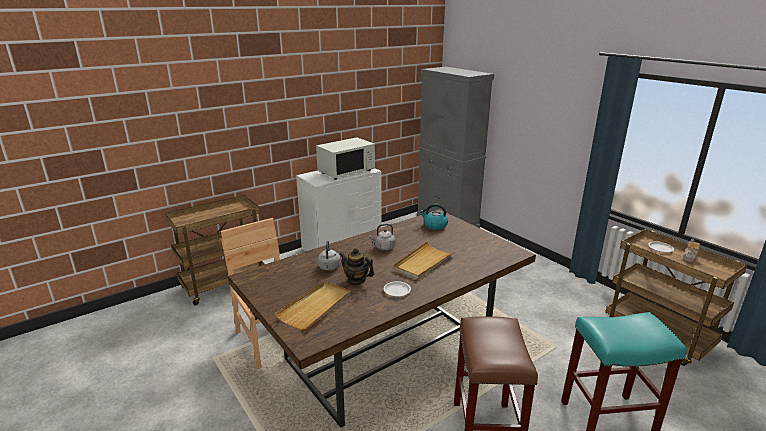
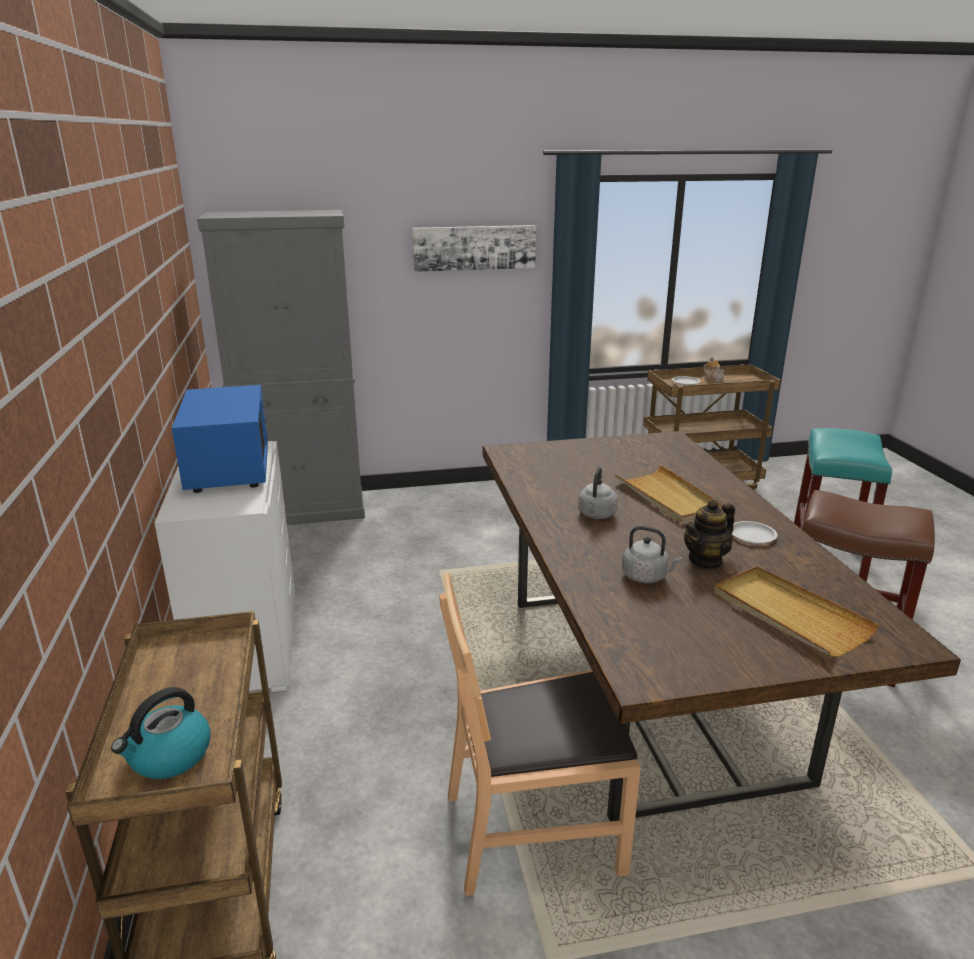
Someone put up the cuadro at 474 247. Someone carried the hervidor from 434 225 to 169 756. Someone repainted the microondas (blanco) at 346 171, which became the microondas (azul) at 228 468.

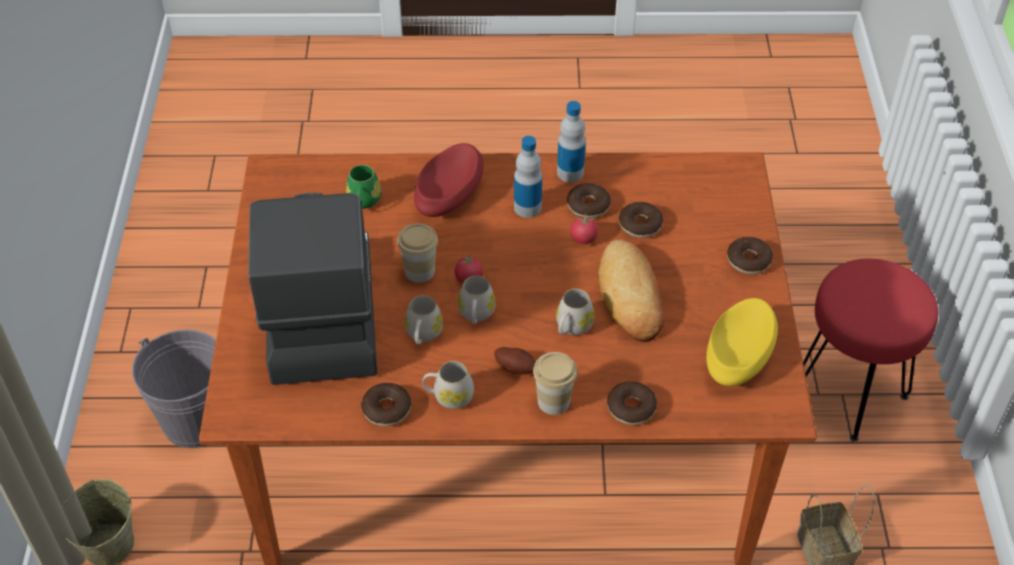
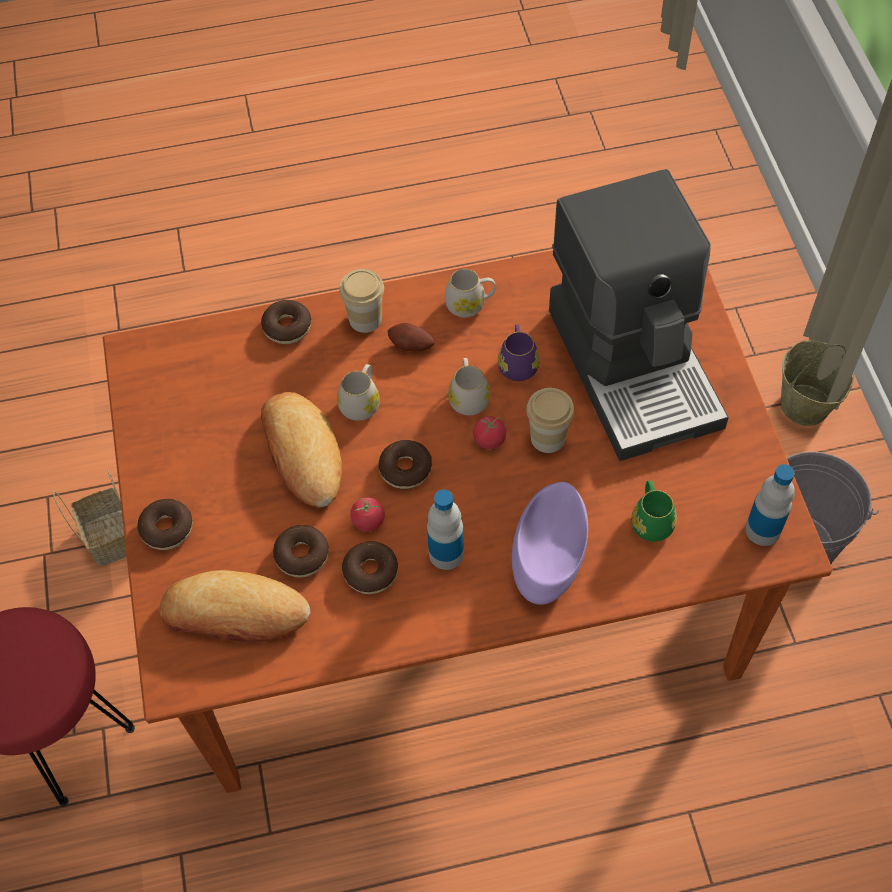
Someone took away the cuenco (amarillo) at 739 356. Someone put down the pan at 235 613. Someone carried the rosquilla from 386 409 to 405 469. Someone carried the botella from 570 172 to 762 530. Someone repainted the taza grande (blanco) at 423 334, which became the taza grande (morado) at 517 363. Someone repainted the cuenco (rojo) at 449 195, which became the cuenco (morado) at 548 553.

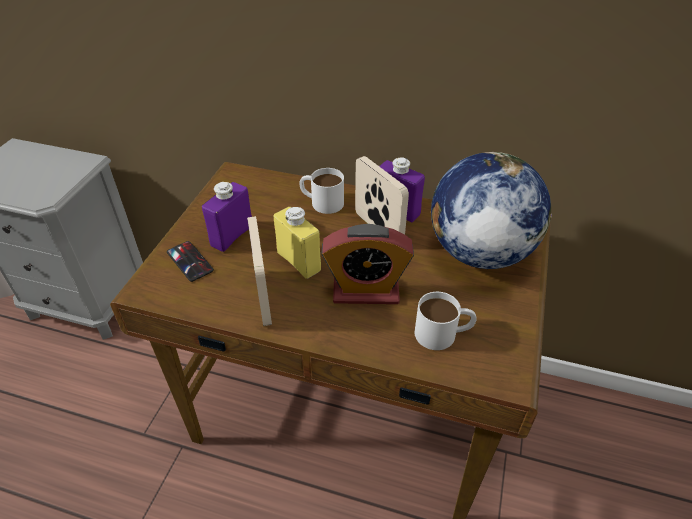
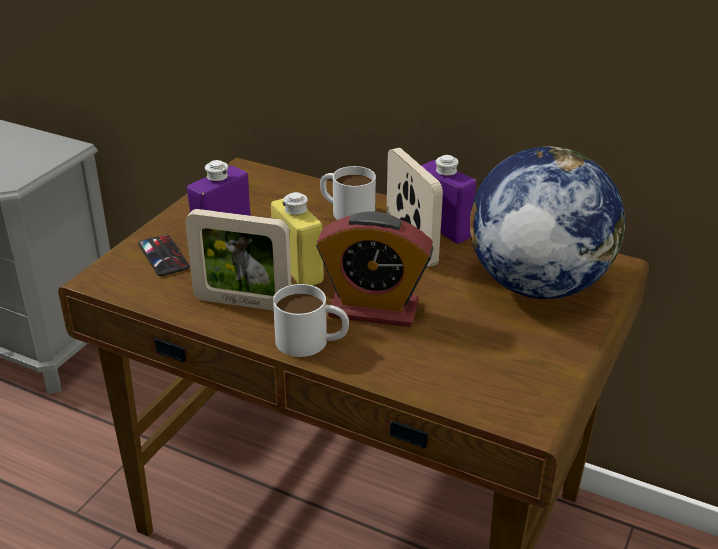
Someone carried the taza grande (blanco) from 443 333 to 312 341. Someone rotated the portarretratos at 263 298 by 105 degrees clockwise.

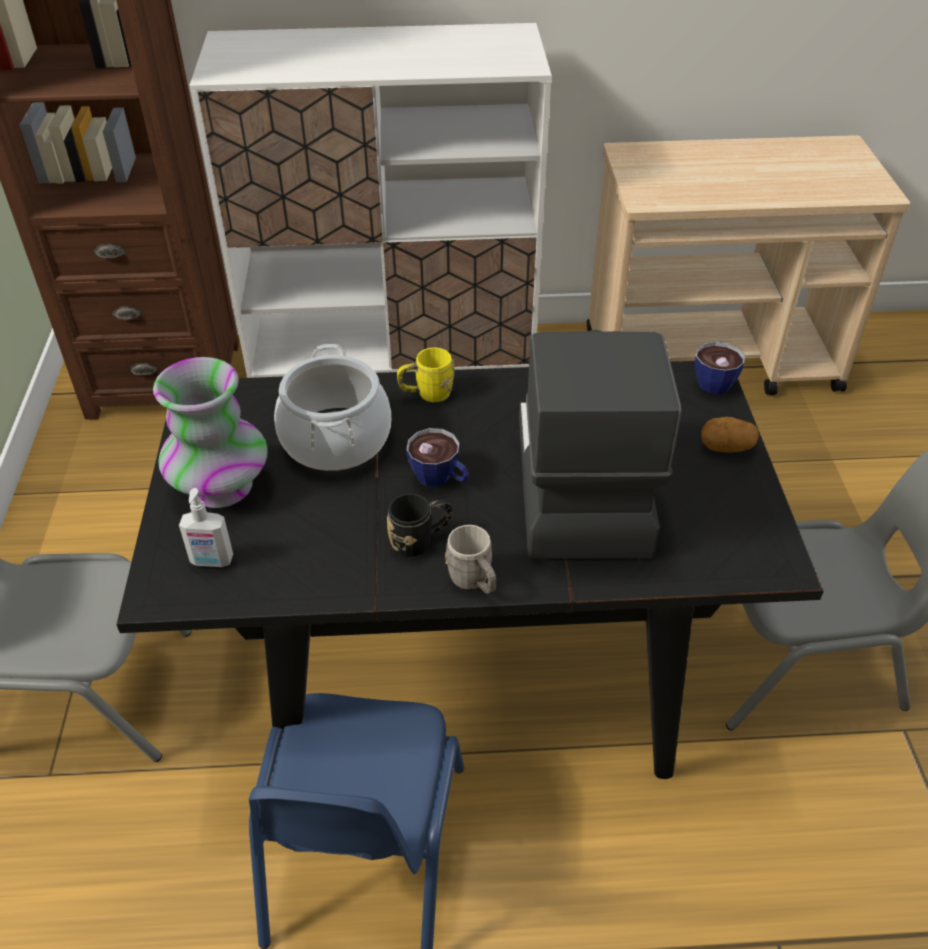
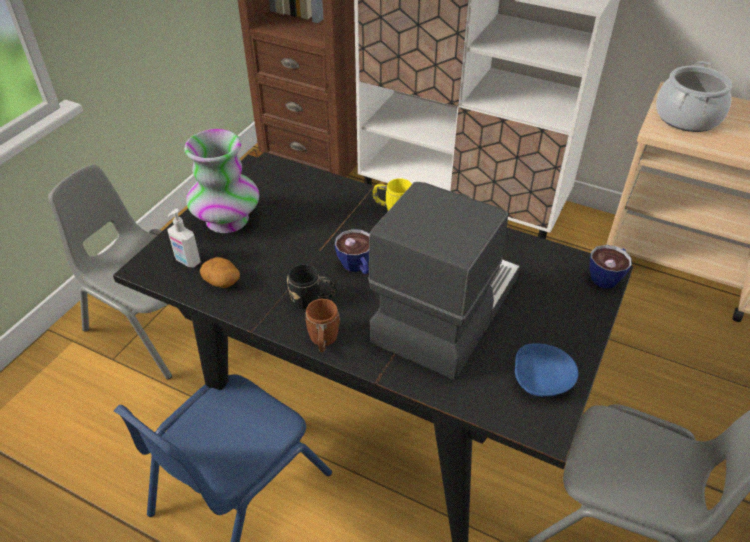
Someone put down the cuenco (azul) at 541 379. Someone carried the olla from 336 440 to 687 117. Someone carried the patata from 727 446 to 222 281. Someone repainted the taza grande (gris) at 474 582, which became the taza grande (marrón) at 323 341.

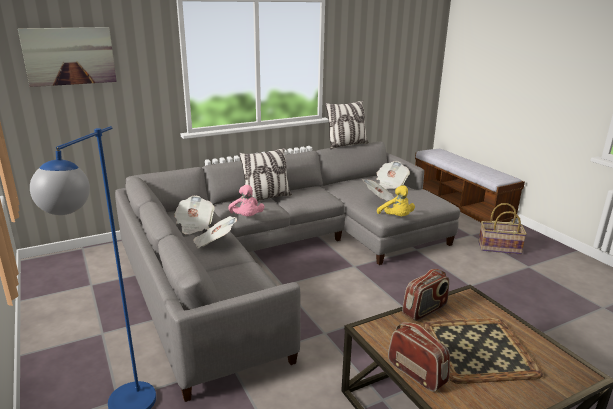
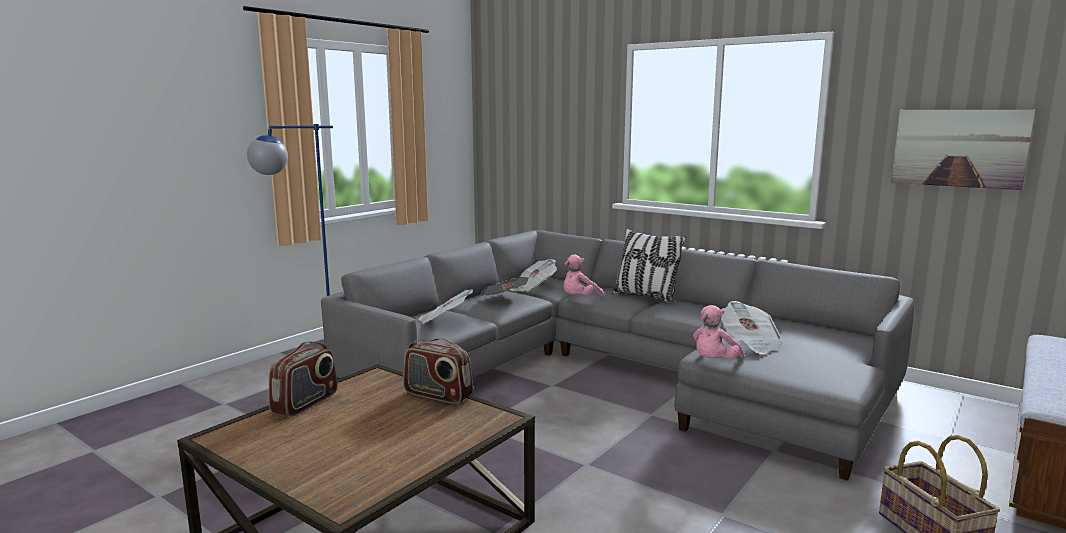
Someone took away the cojín at 346 145. Someone took away the bandeja at 478 349. Someone carried the cuadro from 69 56 to 958 148. Someone carried the periódico from 390 184 to 444 321. Someone repainted the peluche (amarillo) at 396 217, which became the peluche (rosa) at 714 362.

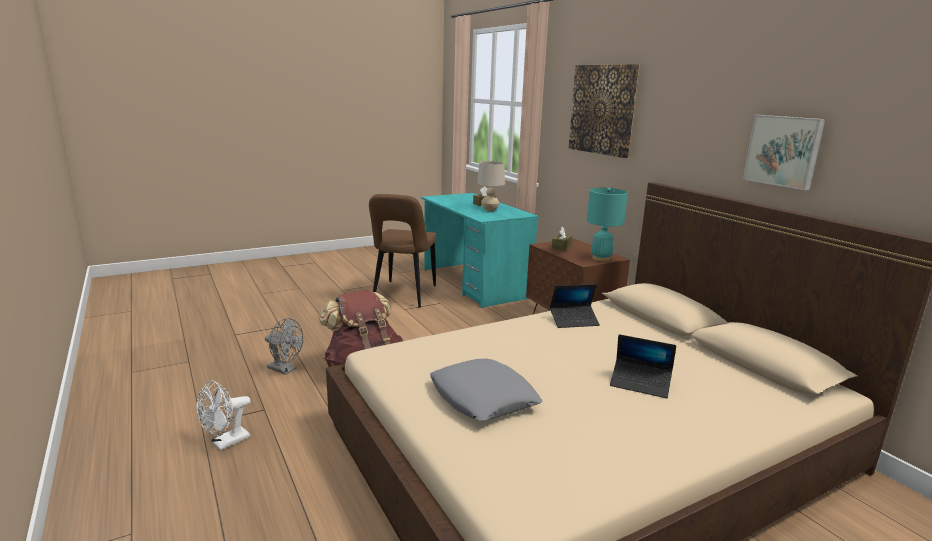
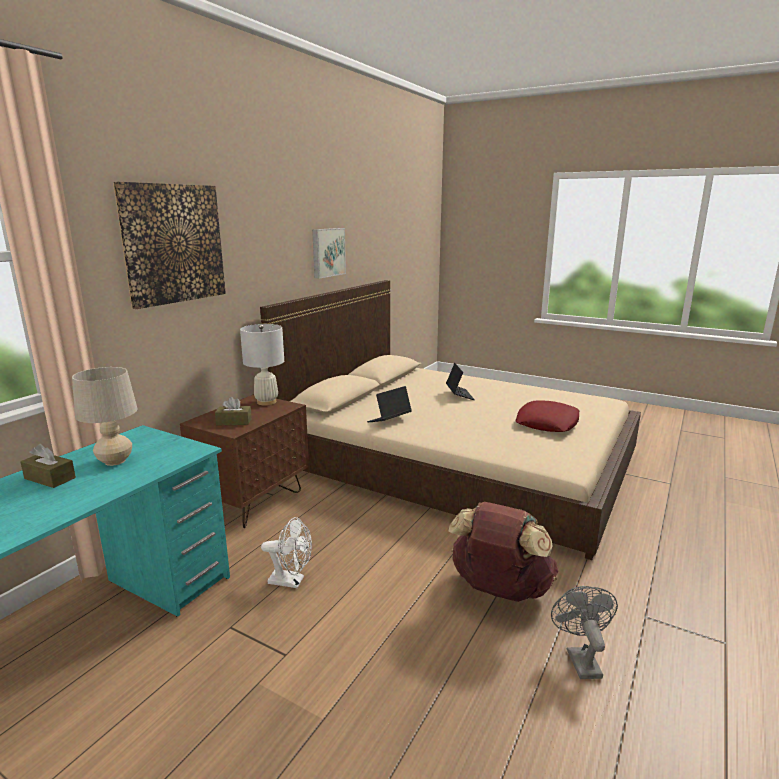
Someone took away the silla (marrón) at 403 296. Someone carried the ventilador (blanco) from 226 443 to 291 581. Someone repainted the cojín (gris) at 483 397, which became the cojín (rojo) at 547 423. Someone repainted the lámpara de mesa (turquesa) at 601 258, which became the lámpara de mesa (blanco) at 266 402. Someone rotated the portátil at 574 321 by 90 degrees counterclockwise.

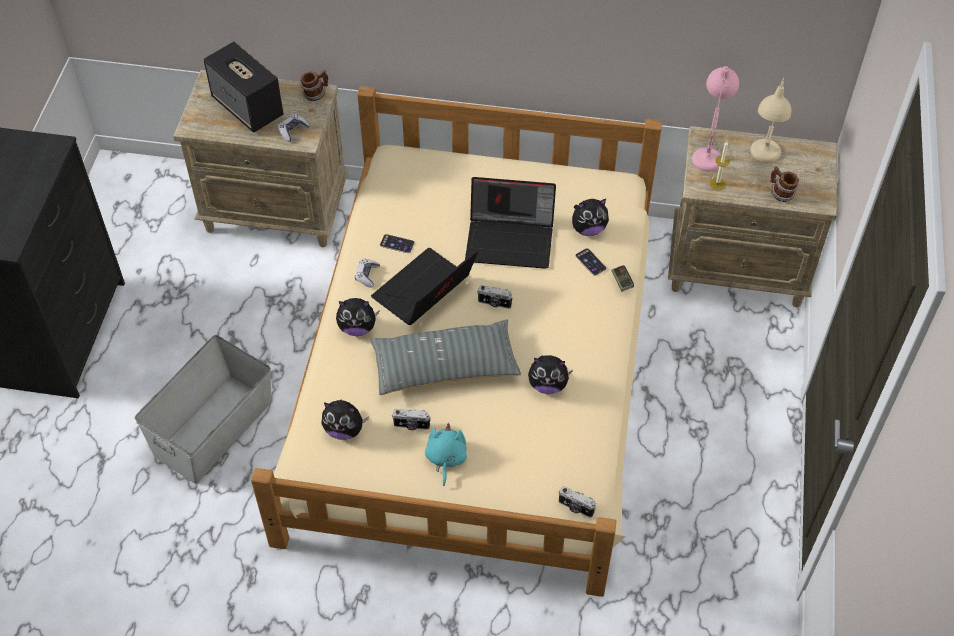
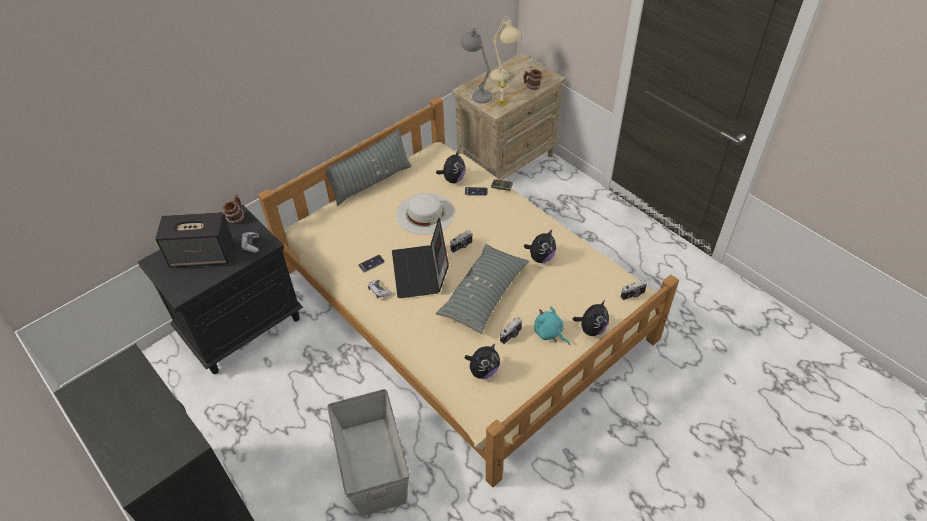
Someone put down the cojín (gris) at 371 182. Someone carried the peluche from 357 327 to 591 329. Someone swapped the portátil at 511 239 for the sombrero (blanco) at 425 213. Someone repainted the mesita de noche (beis) at 277 209, which became the mesita de noche (negro) at 242 326. Someone repainted the lámpara de mesa (rosa) at 709 151, which became the lámpara de mesa (gris) at 477 93.

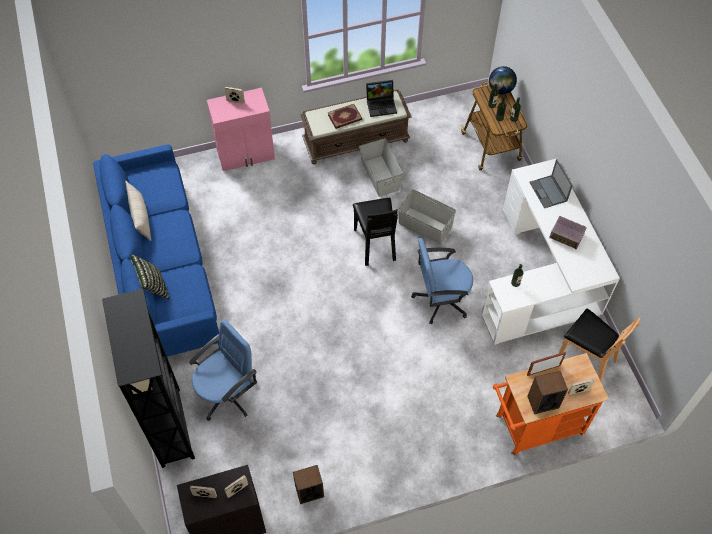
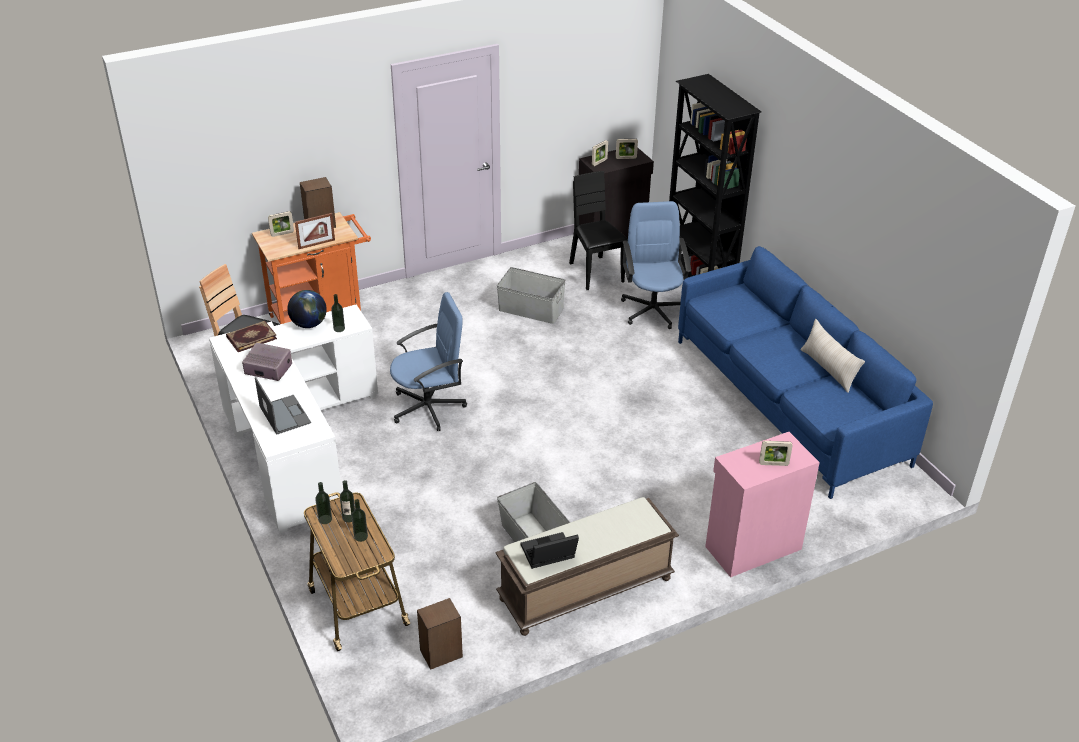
Someone took away the cojín at 153 286. Someone carried the altavoz from 309 491 to 441 653. Someone carried the libro from 345 117 to 251 337. Someone carried the silla (negro) from 375 244 to 595 273. Someone carried the caja de almacenaje (gris) from 425 226 to 530 309. Someone carried the globo terráqueo from 500 90 to 309 324. Someone rotated the silla de oficina (azul) at 227 393 by 135 degrees clockwise.

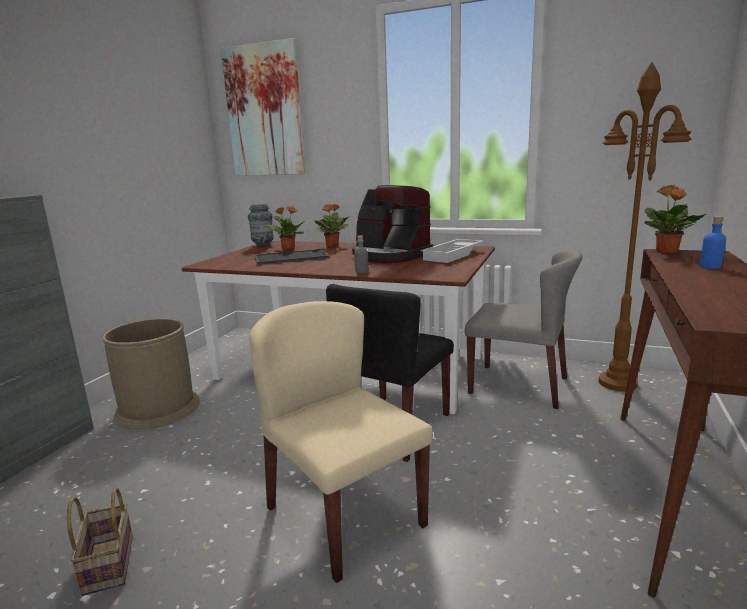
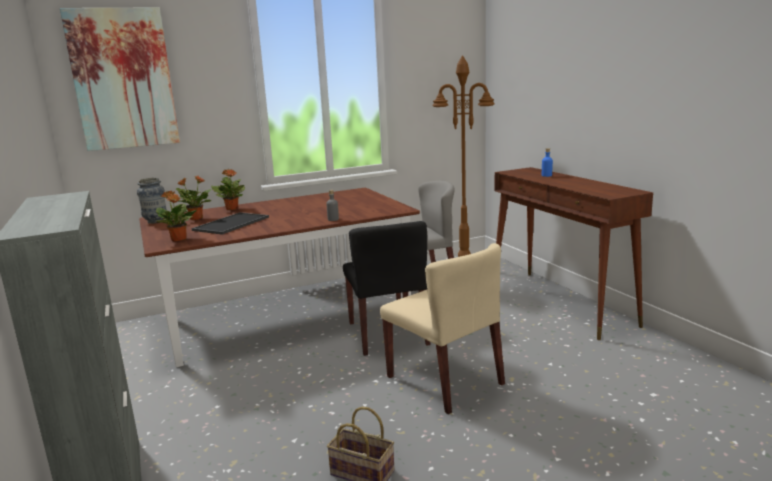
Someone took away the papelera (marrón) at 158 408. Someone took away the cafetera at 390 255. Someone took away the bandeja (blanco) at 453 255. Someone carried the planta en maceta from 666 252 to 179 239. Someone rotated the silla (beis) at 344 515 by 135 degrees counterclockwise.

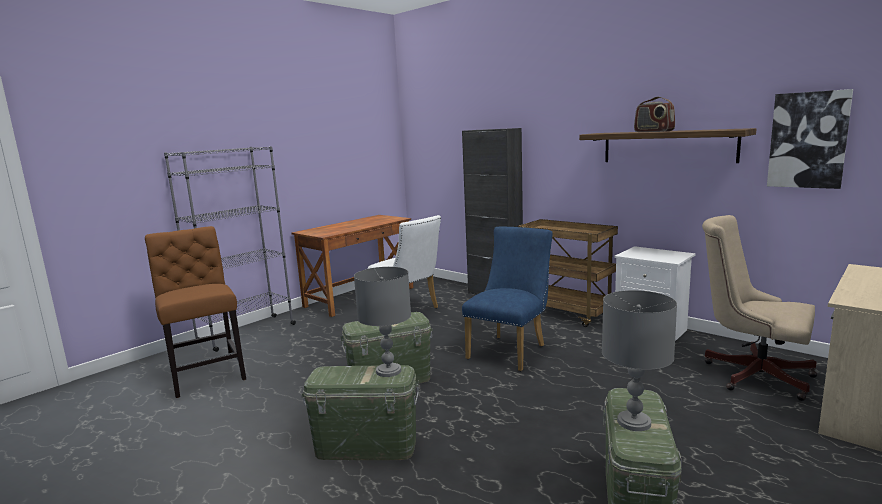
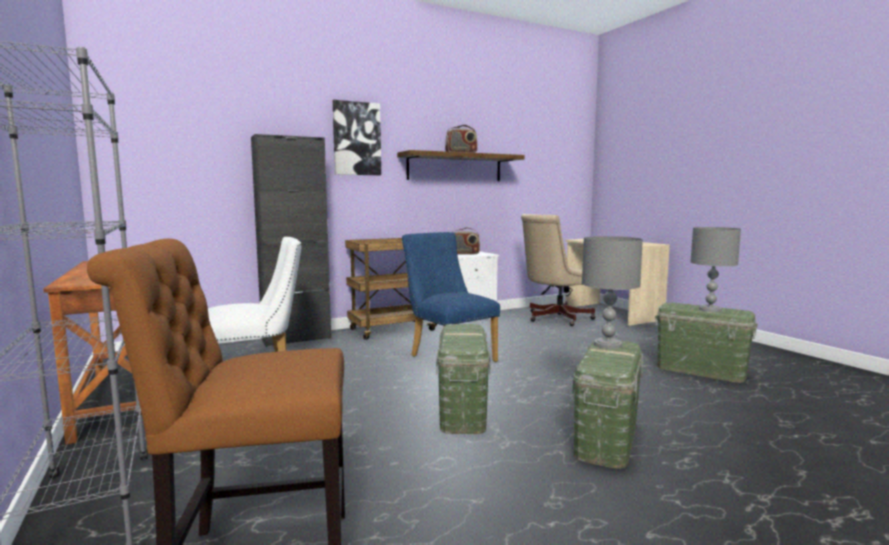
Someone put down the radio at 464 253. Someone carried the cuadro from 808 140 to 356 139.

